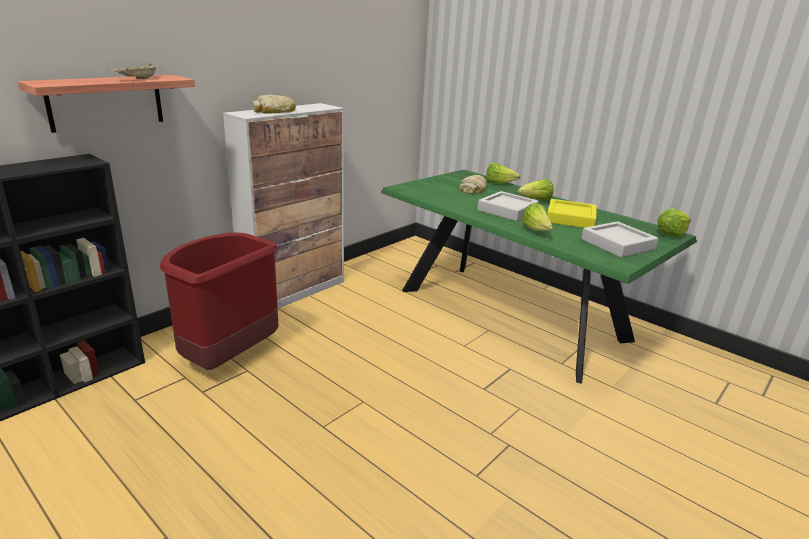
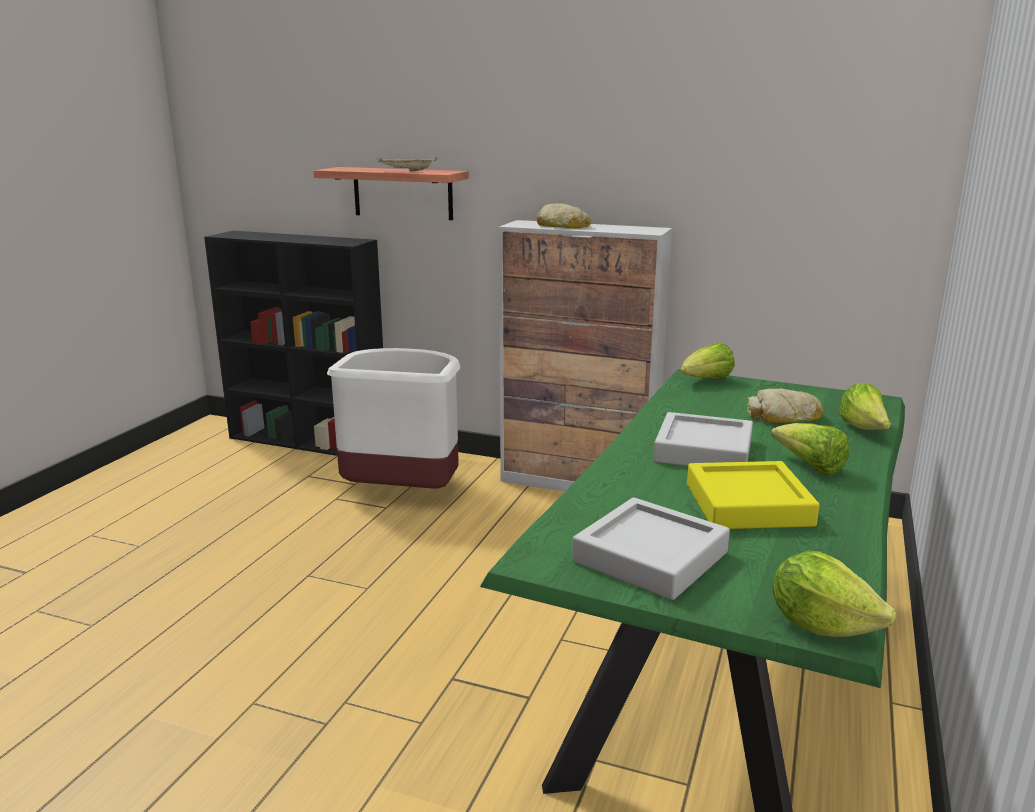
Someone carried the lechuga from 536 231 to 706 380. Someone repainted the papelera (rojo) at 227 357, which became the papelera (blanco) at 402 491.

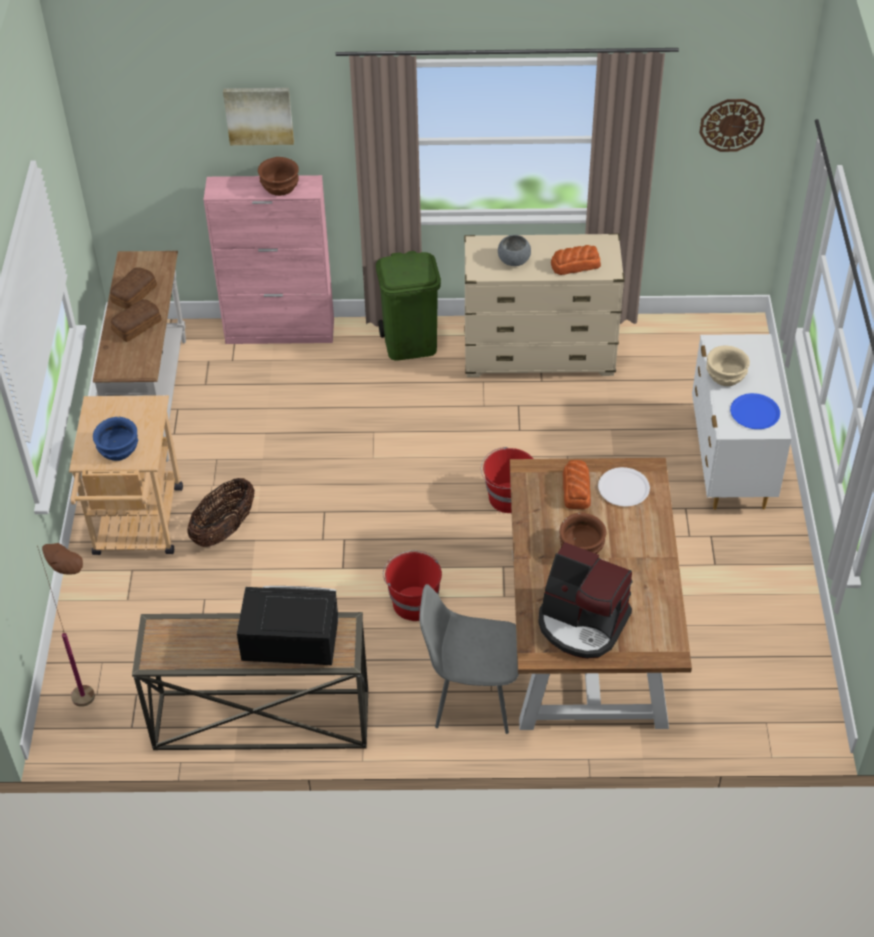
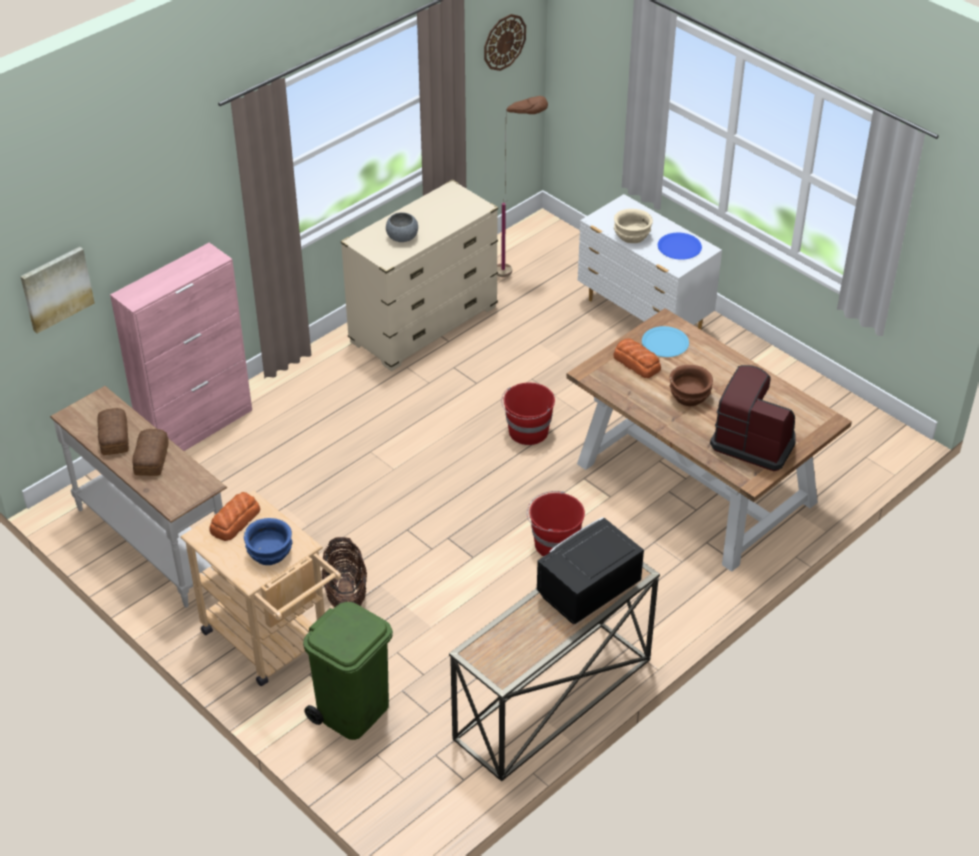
Someone took away the cuenco (marrón) at 279 187. Someone took away the silla (gris) at 472 696. Someone carried the lámpara de pie (marrón) from 100 709 to 518 274. Someone carried the cuadro from 259 115 to 56 288. Someone carried the papelera (verde) from 411 344 to 353 710. Someone carried the pan from 575 265 to 234 521. Someone repainted the plato (blanco) at 623 488, which became the plato (azul) at 665 343. Someone rotated the cafetera at 582 623 by 135 degrees counterclockwise.

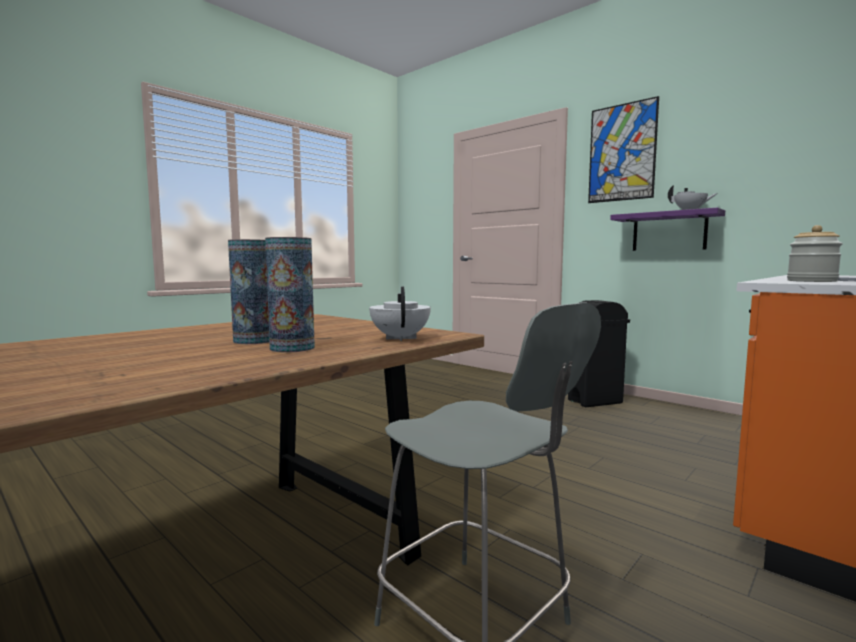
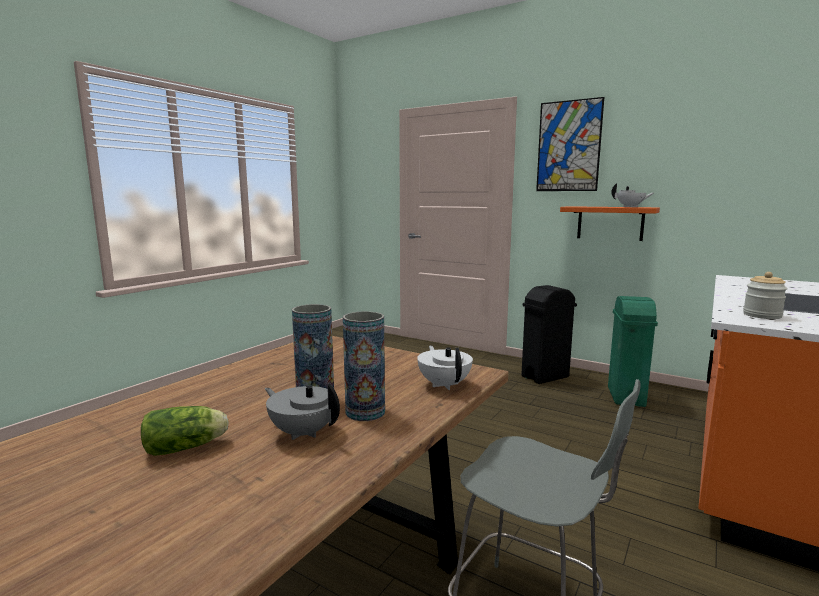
Someone put down the lechuga at 188 447. Someone put down the tetera (gris) at 303 432. Someone put down the papelera (verde) at 625 397. Someone repainted the estante (morado) at 669 232, which became the estante (naranja) at 610 223.

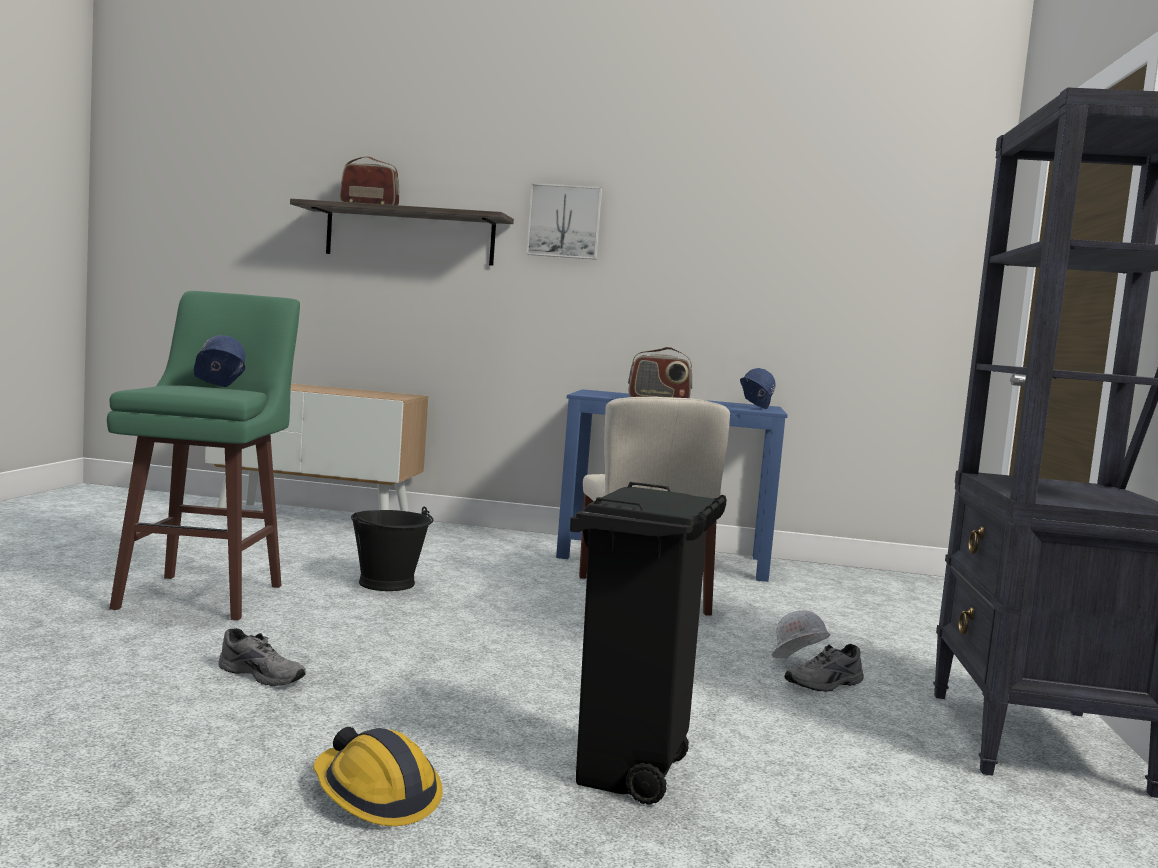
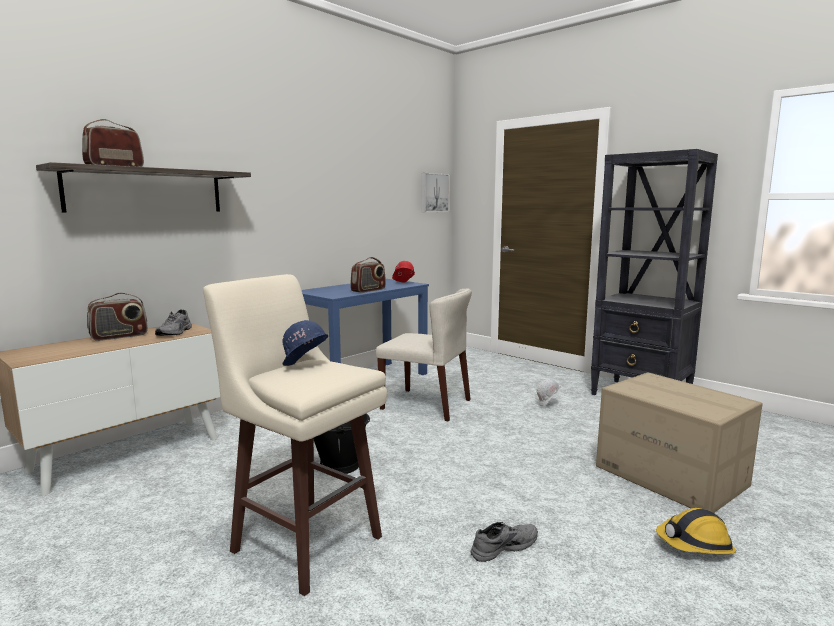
Someone put down the radio at 119 336. Someone carried the cuadro from 564 221 to 434 193. Someone carried the zapato (gris) from 825 684 to 175 332. Someone swapped the papelera (negro) at 628 776 for the caja de cartón at 671 476. Someone repainted the taburete (verde) at 204 596, which became the taburete (beis) at 305 542. Someone repainted the casco (azul) at 754 408, which became the casco (rojo) at 403 283.

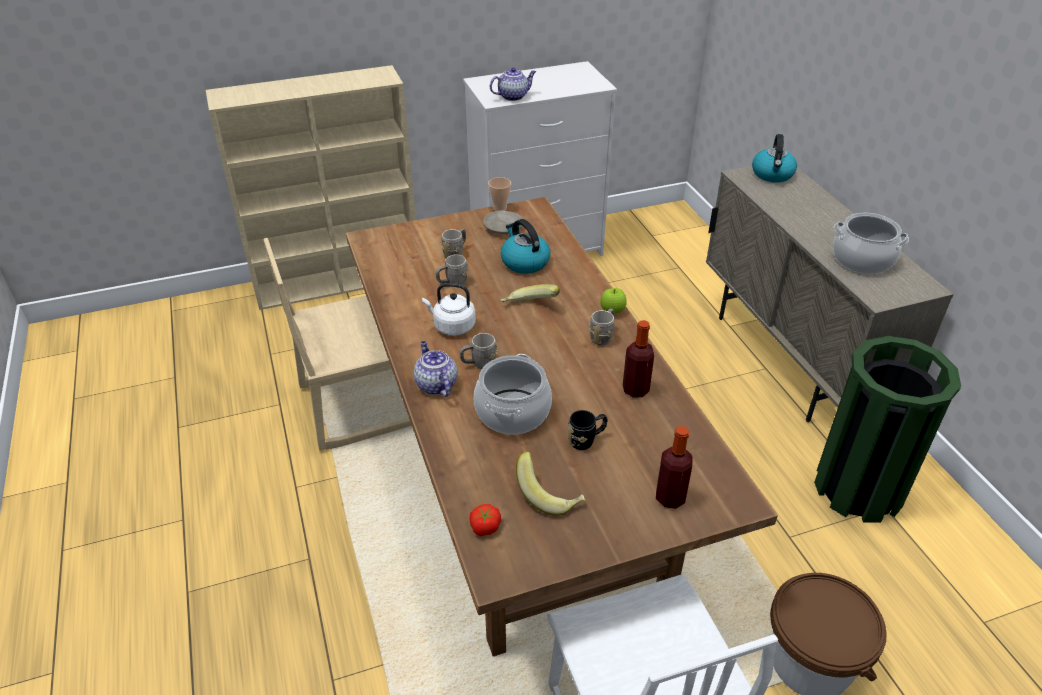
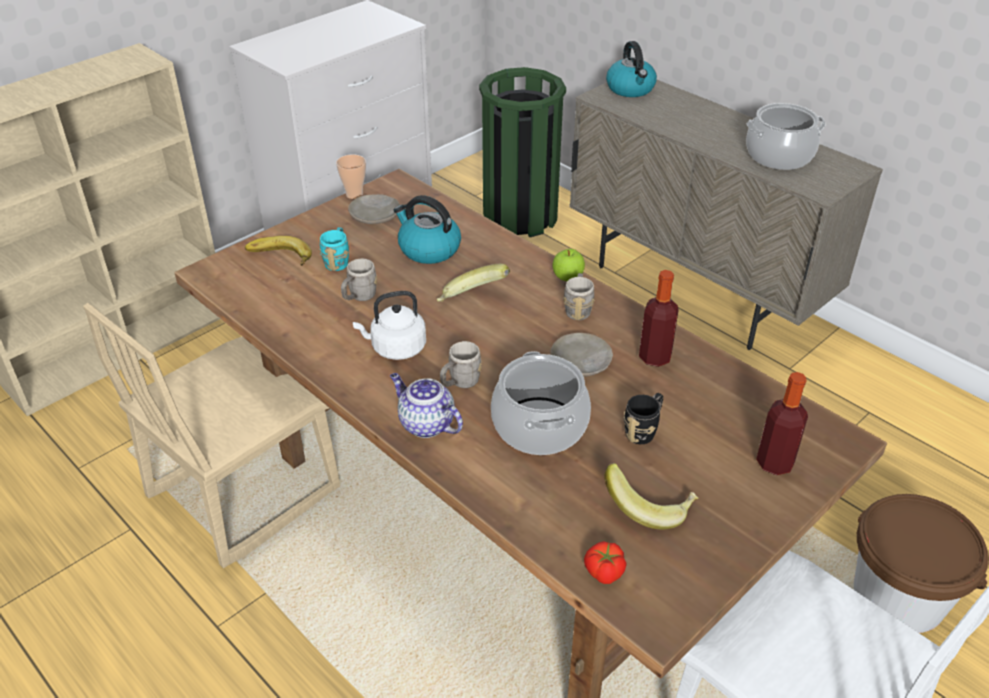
Someone took away the tetera at 513 96. Someone put down the plátano at 278 257. Someone put down the plato (beis) at 580 363. Someone carried the papelera (verde) from 858 488 to 519 217. Someone repainted the taza grande (gris) at 455 253, which became the taza grande (turquesa) at 338 261.

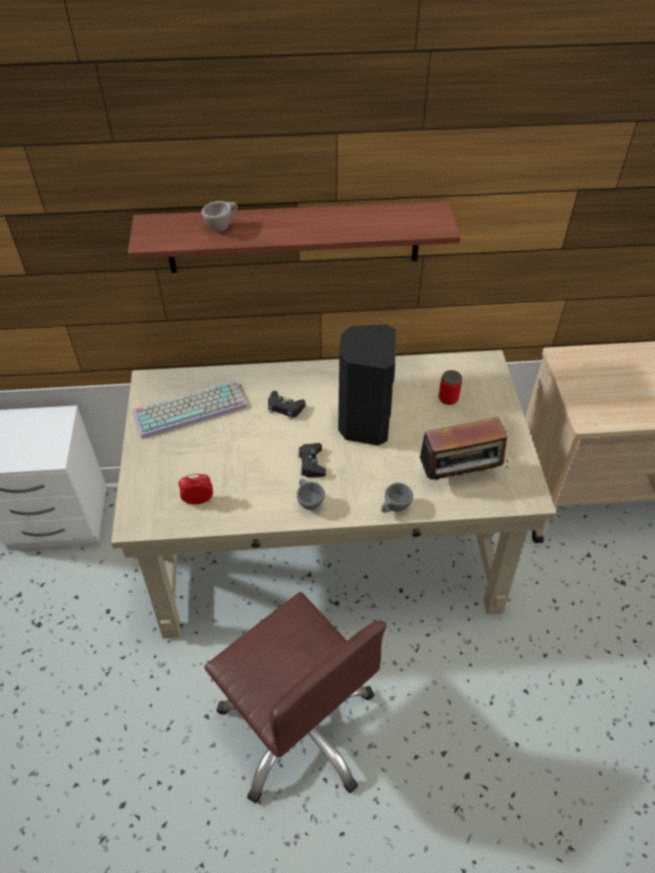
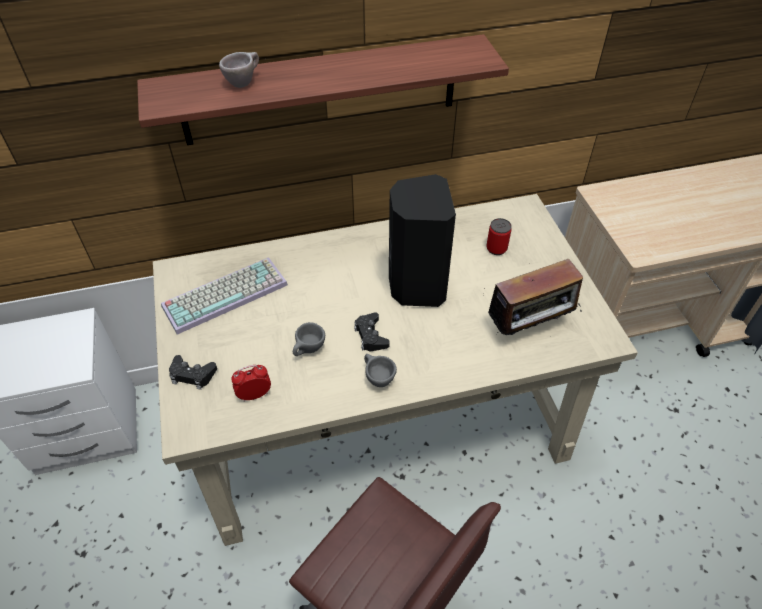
Someone carried the mando de consola (negro) from 285 408 to 192 375. Someone carried the taza (gris) from 394 509 to 308 351.

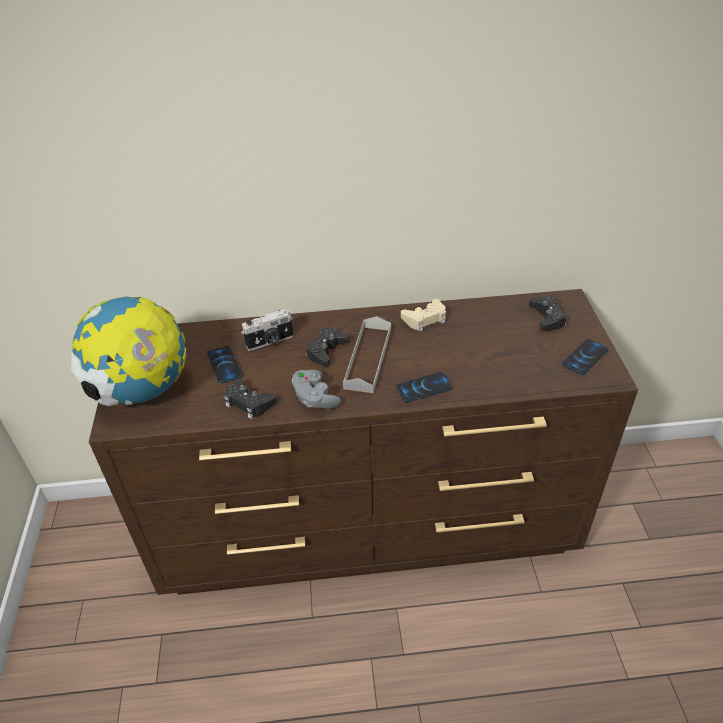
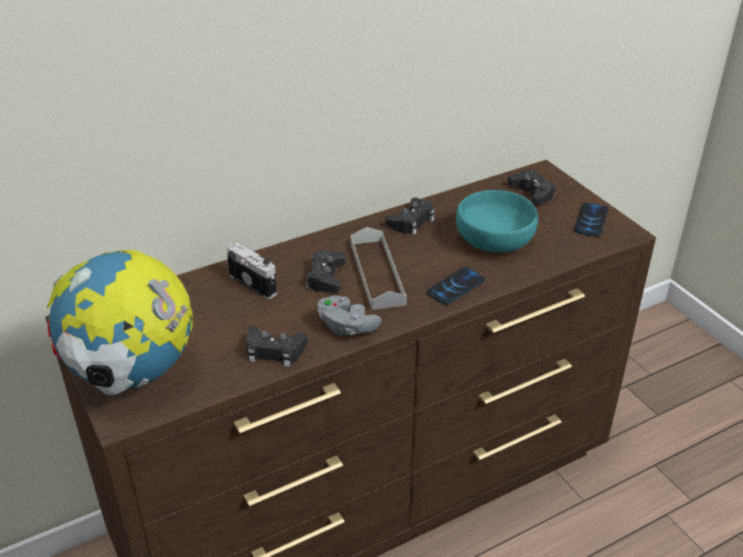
Someone took away the móvil at 224 365. Someone put down the cuenco (turquesa) at 495 241. Someone repainted the mando de consola (beis) at 425 319, which became the mando de consola (negro) at 411 221. Someone rotated the cámara at 270 341 by 90 degrees counterclockwise.

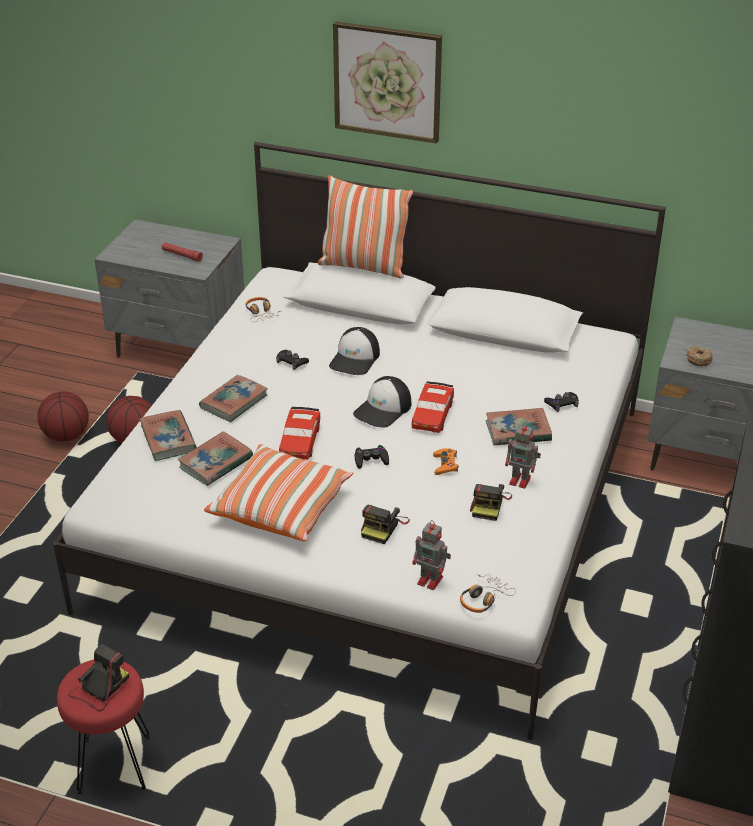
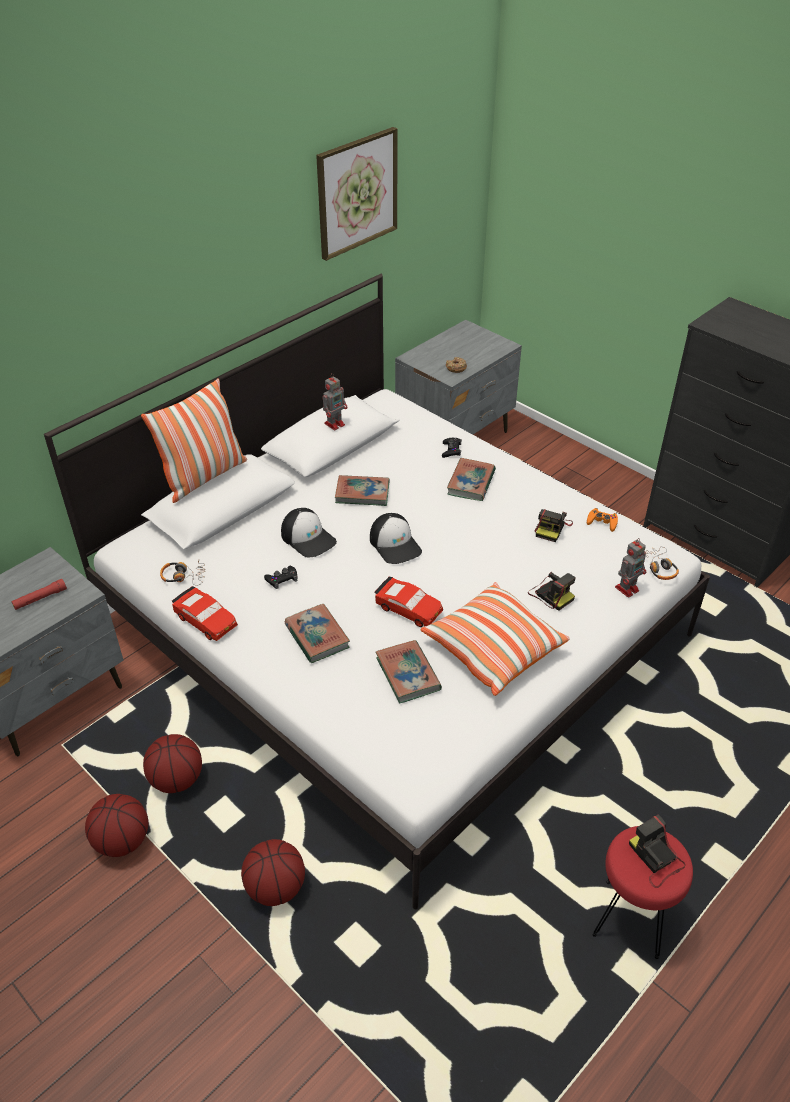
Someone took away the mando de consola (negro) at 371 460. Someone put down the balón de baloncesto at 275 887. Someone carried the libro from 168 439 to 362 493. Someone carried the cuadro from 387 81 to 357 193. Someone carried the coche de juguete (rojo) from 432 414 to 205 620. Someone carried the mando de consola (naranja) from 445 465 to 602 522. Someone carried the robot de juguete from 521 480 to 335 423. Someone rotated the cámara at 489 504 by 75 degrees clockwise.

